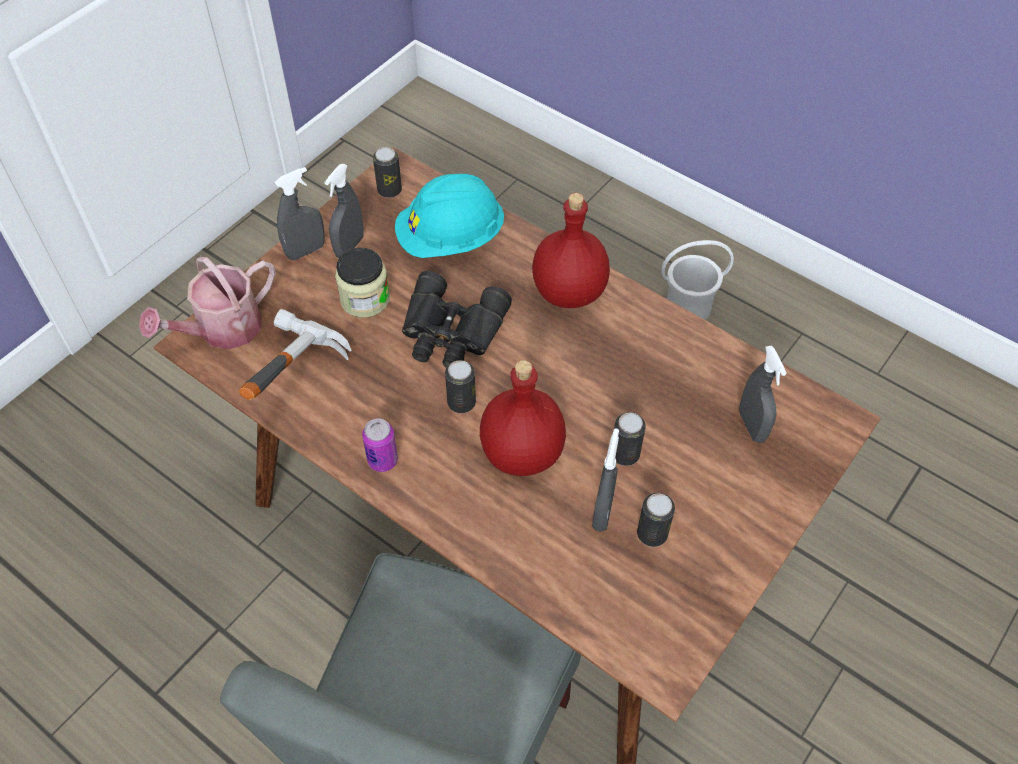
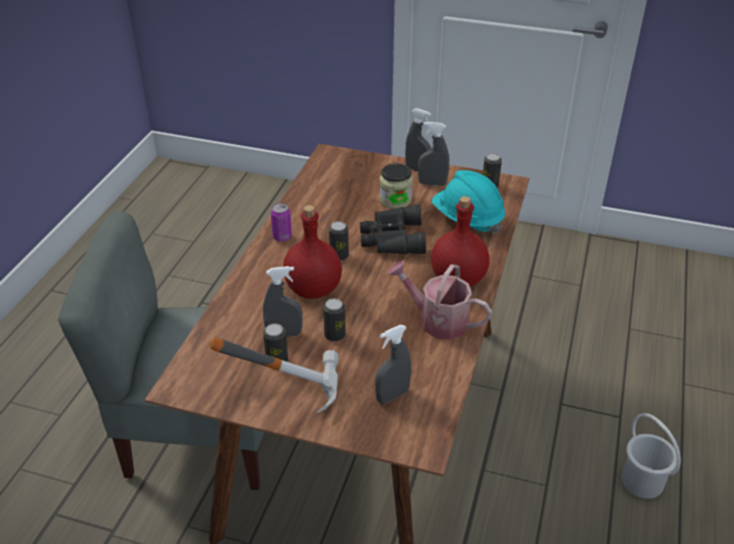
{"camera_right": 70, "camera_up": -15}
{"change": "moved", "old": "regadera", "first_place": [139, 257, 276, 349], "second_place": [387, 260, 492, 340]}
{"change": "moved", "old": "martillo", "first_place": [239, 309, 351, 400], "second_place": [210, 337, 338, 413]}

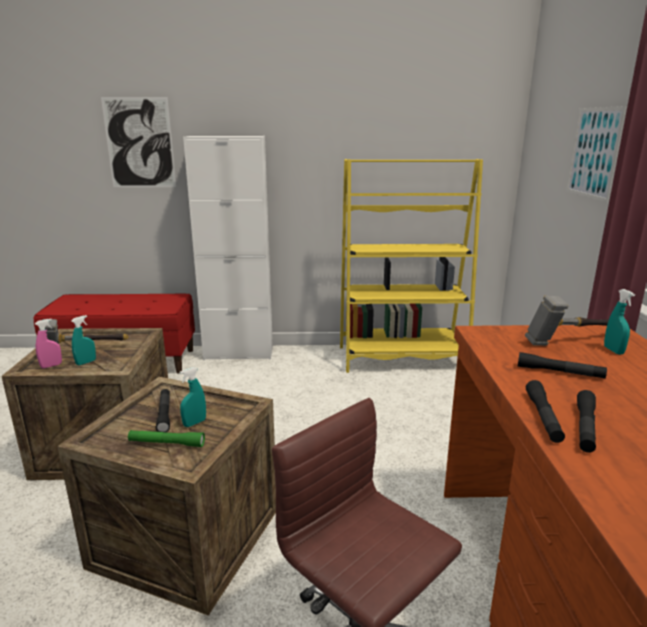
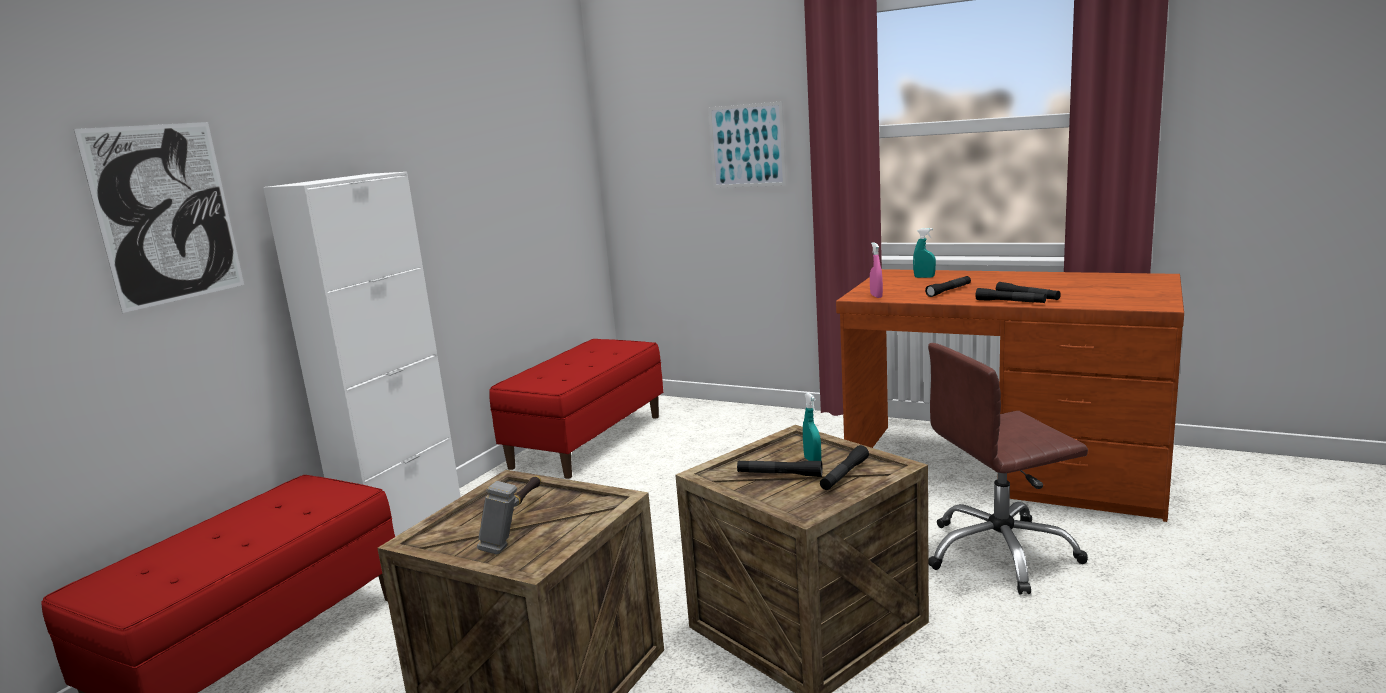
{"camera_right": -60, "camera_up": -5}
{"change": "replaced", "old": "estantería [amarillo]", "new": "banco [rojo]", "first_place": [340, 159, 483, 373], "second_place": [489, 339, 663, 479]}
{"change": "removed", "old": "martillo", "first_place": [525, 295, 609, 346]}
{"change": "removed", "old": "pulverizador [turquesa]", "first_place": [71, 315, 96, 365]}
{"change": "moved", "old": "pulverizador [rosa]", "first_place": [35, 319, 62, 368], "second_place": [870, 242, 883, 298]}
{"change": "recoloured", "old": "linterna [verde]", "new": "linterna [negro]", "first_place": [128, 430, 205, 447], "second_place": [820, 445, 869, 490]}

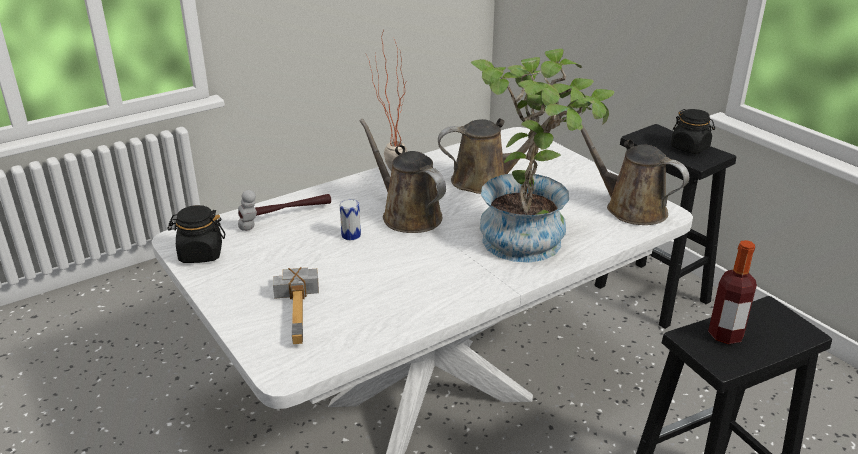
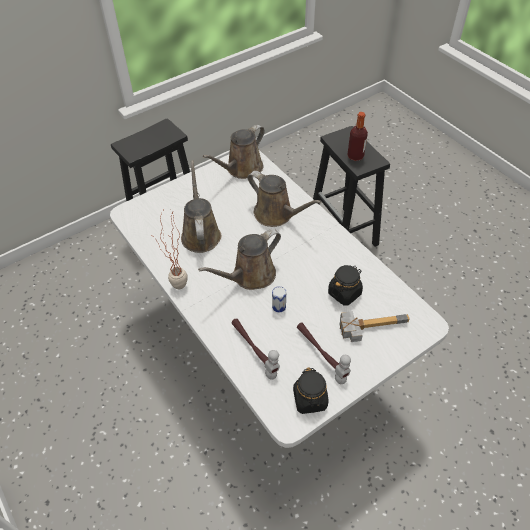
{"camera_right": -90, "camera_up": 20}
{"change": "replaced", "old": "planta en maceta", "new": "regadera [marrón]", "first_place": [471, 49, 615, 262], "second_place": [247, 171, 322, 227]}
{"change": "moved", "old": "tarro [negro]", "first_place": [671, 109, 715, 154], "second_place": [328, 265, 363, 306]}
{"change": "added", "new": "martillo", "second_place": [297, 322, 351, 384]}

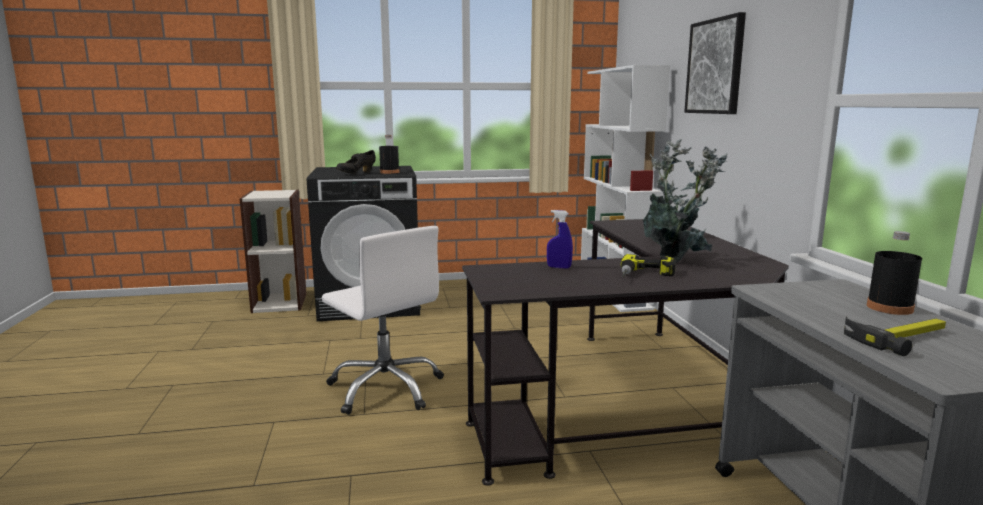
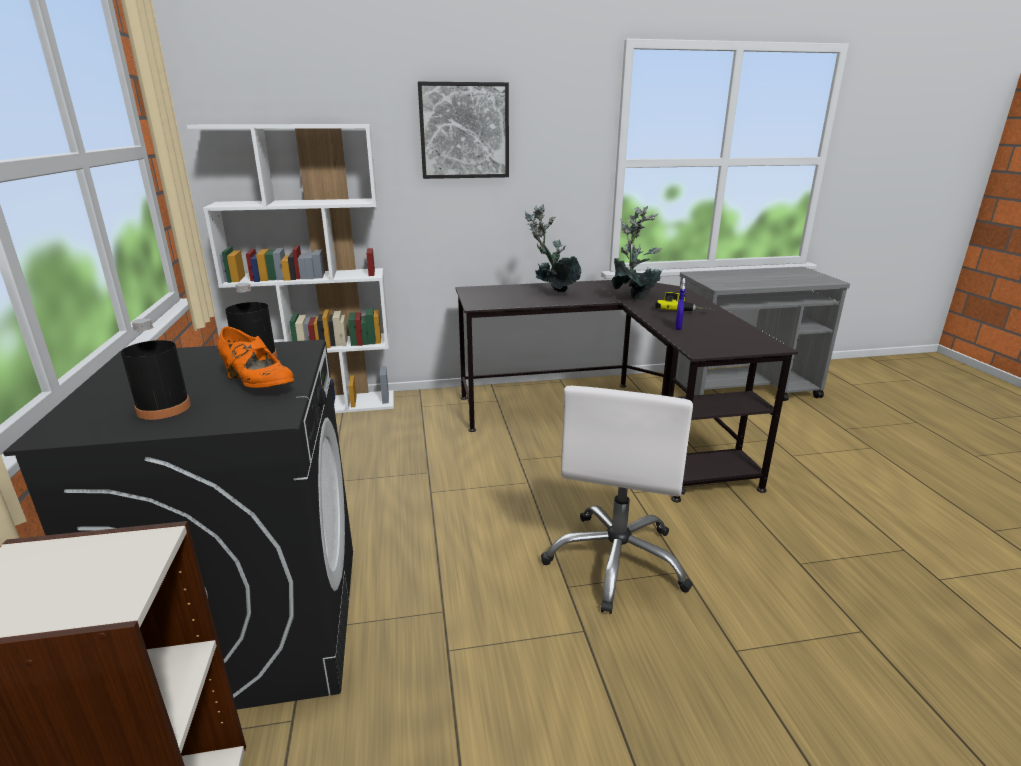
{"camera_right": -90, "camera_up": 10}
{"change": "recoloured", "old": "zapato [negro]", "new": "zapato [naranja]", "first_place": [336, 150, 376, 174], "second_place": [217, 327, 294, 388]}
{"change": "turned", "old": "silla de oficina [blanco]", "first_place": [322, 226, 444, 415], "second_place": [541, 386, 693, 614], "degrees": 150}
{"change": "moved", "old": "botella [negro]", "first_place": [867, 231, 922, 315], "second_place": [121, 318, 191, 420]}
{"change": "removed", "old": "martillo", "first_place": [844, 316, 946, 356]}

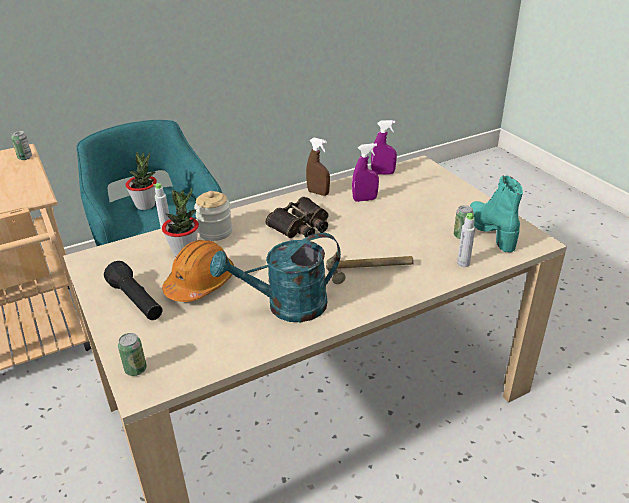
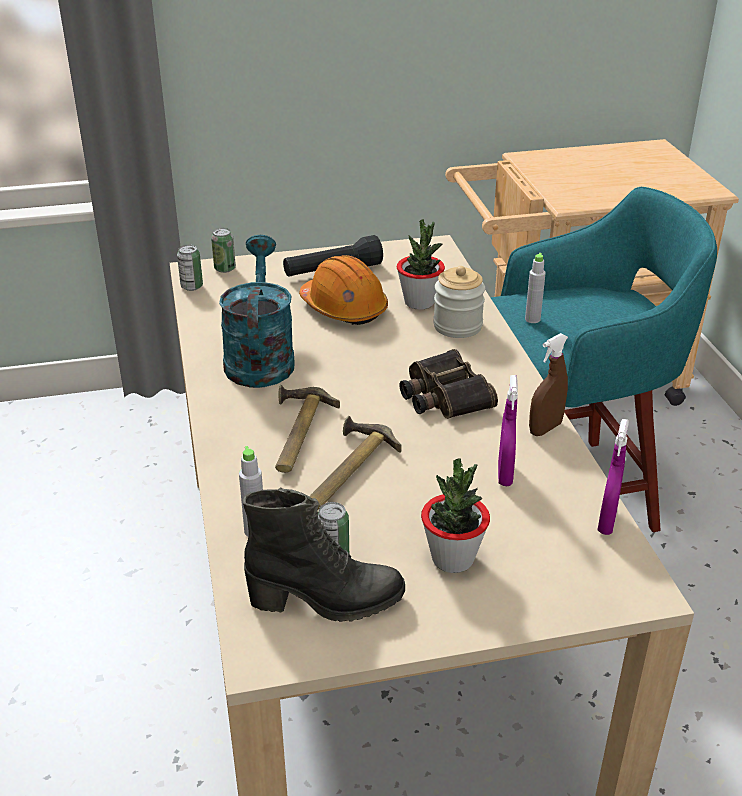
{"camera_right": 105, "camera_up": 0}
{"change": "moved", "old": "lata", "first_place": [11, 131, 32, 160], "second_place": [177, 245, 203, 291]}
{"change": "moved", "old": "planta en maceta", "first_place": [126, 152, 157, 210], "second_place": [421, 458, 490, 573]}
{"change": "recoloured", "old": "bota [turquesa]", "new": "bota [negro]", "first_place": [470, 176, 523, 252], "second_place": [243, 487, 405, 622]}
{"change": "added", "new": "martillo", "second_place": [309, 416, 402, 509]}

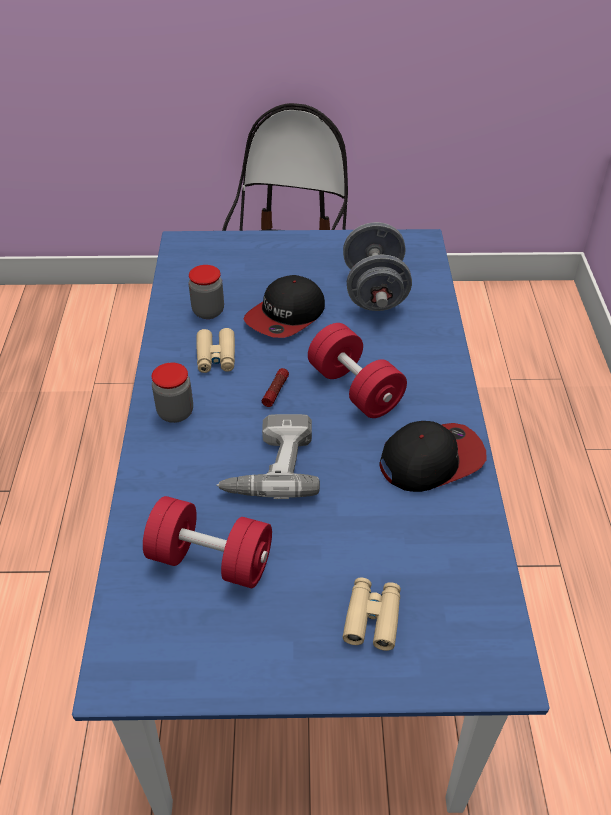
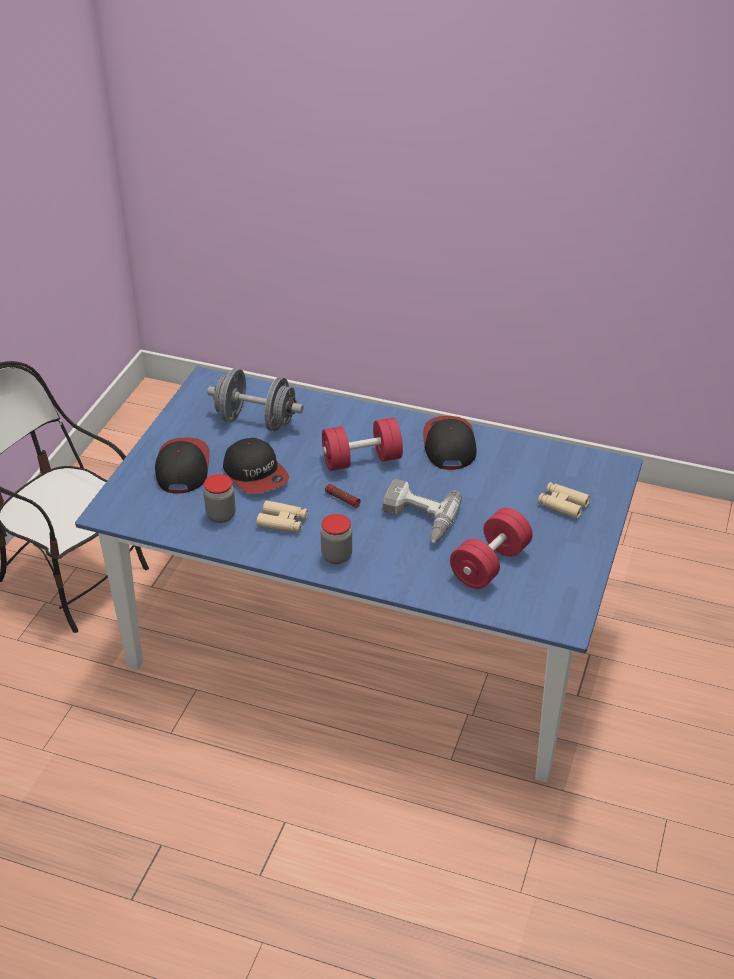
{"camera_right": -70, "camera_up": -5}
{"change": "added", "new": "gorra", "second_place": [155, 437, 209, 494]}

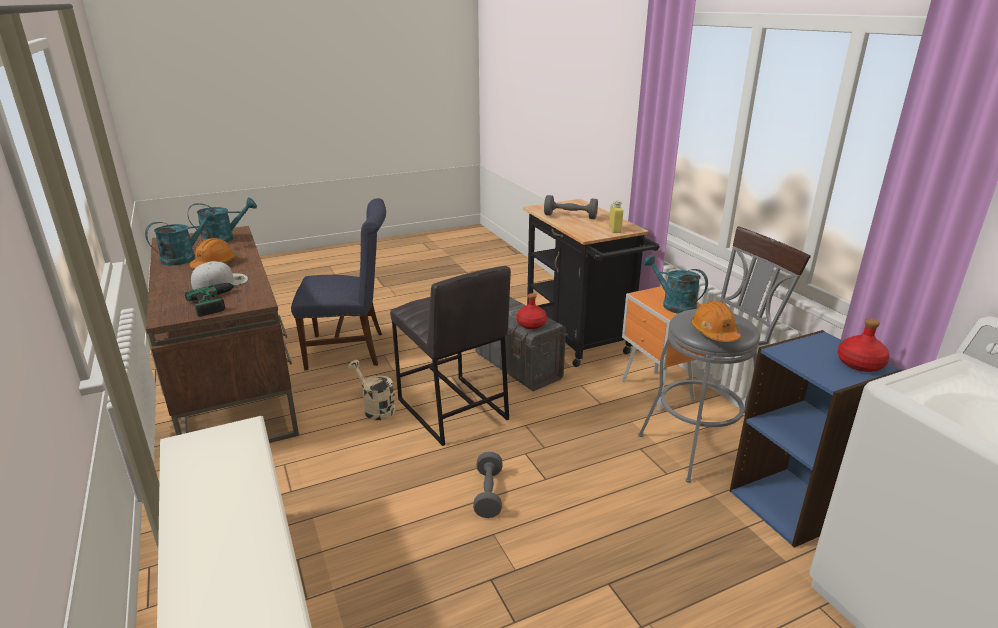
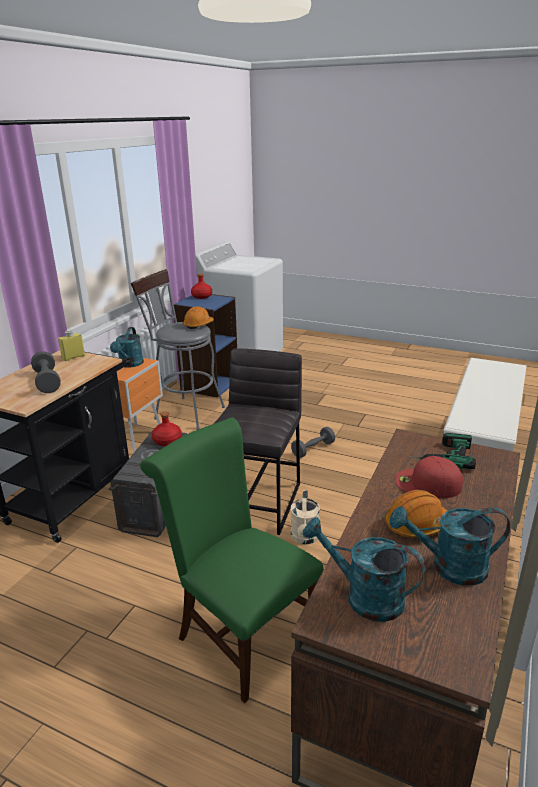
{"camera_right": -130, "camera_up": 0}
{"change": "recoloured", "old": "silla [azul]", "new": "silla [verde]", "first_place": [291, 198, 386, 370], "second_place": [140, 417, 323, 703]}
{"change": "recoloured", "old": "gorra [blanco]", "new": "gorra [rojo]", "first_place": [191, 261, 248, 290], "second_place": [395, 456, 463, 498]}

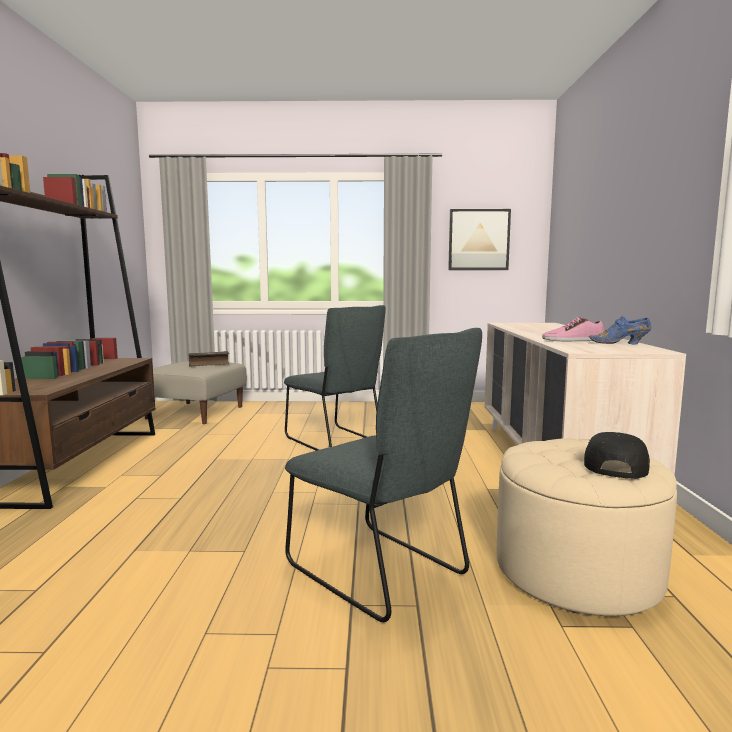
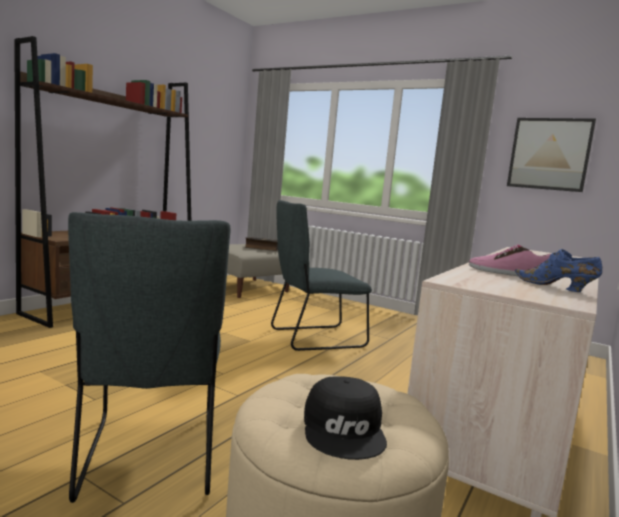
{"camera_right": 30, "camera_up": 0}
{"change": "turned", "old": "silla [gris]", "first_place": [284, 305, 386, 451], "second_place": [271, 200, 372, 351], "degrees": 75}
{"change": "turned", "old": "gorra [negro]", "first_place": [584, 432, 650, 479], "second_place": [304, 376, 387, 460], "degrees": 120}

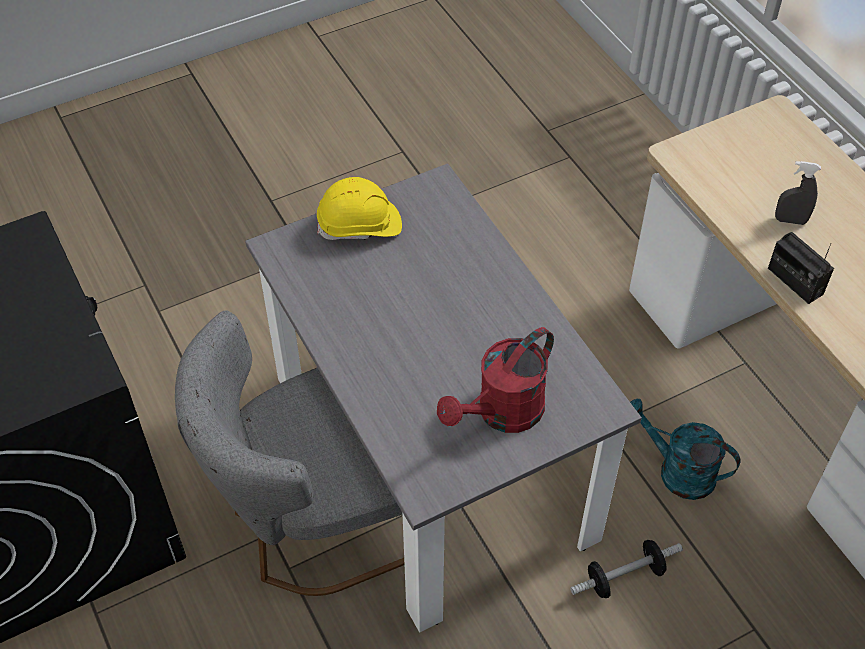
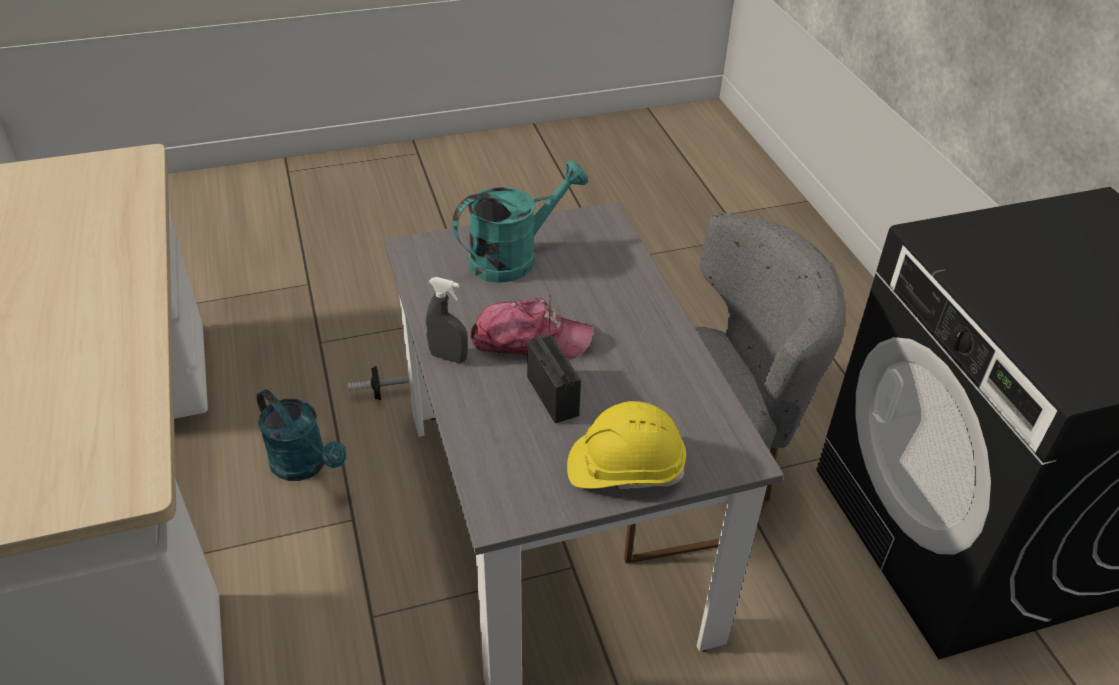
{"camera_right": -170, "camera_up": -10}
{"change": "moved", "old": "pulverizador [gris]", "first_place": [775, 161, 821, 225], "second_place": [426, 277, 468, 363]}
{"change": "moved", "old": "radio", "first_place": [768, 232, 834, 304], "second_place": [527, 294, 581, 423]}
{"change": "recoloured", "old": "regadera [rojo]", "new": "regadera [turquesa]", "first_place": [437, 327, 554, 433], "second_place": [453, 161, 588, 283]}
{"change": "added", "new": "gorra", "second_place": [470, 298, 593, 359]}

